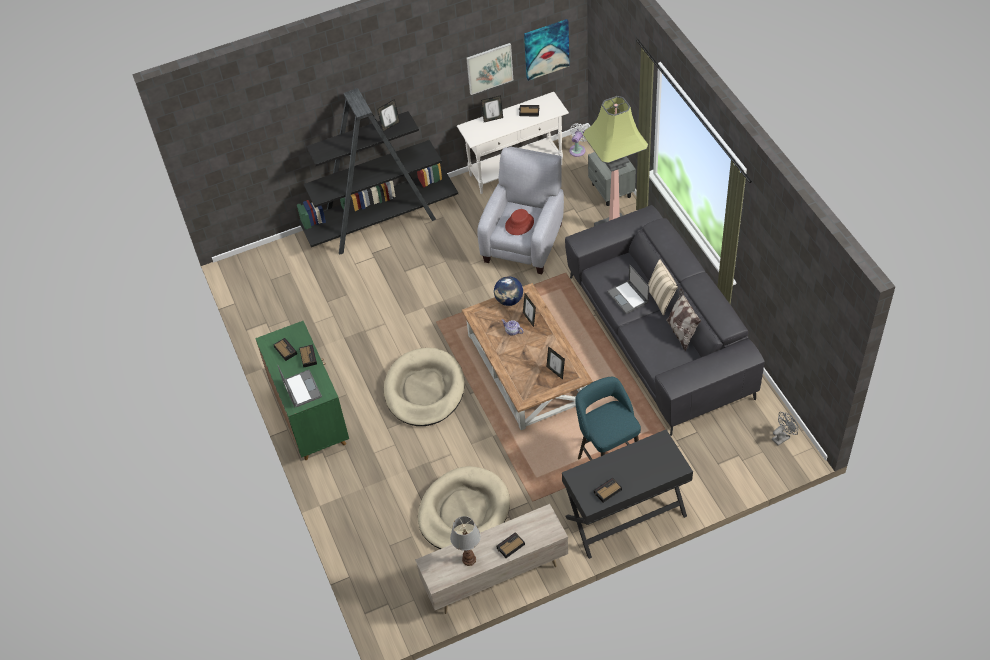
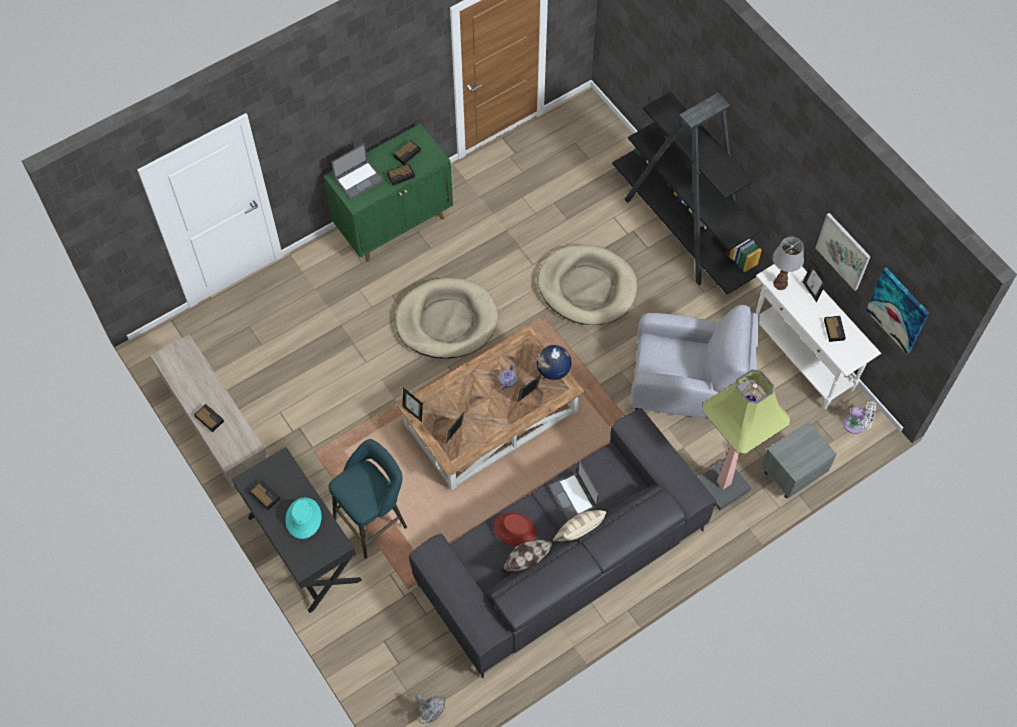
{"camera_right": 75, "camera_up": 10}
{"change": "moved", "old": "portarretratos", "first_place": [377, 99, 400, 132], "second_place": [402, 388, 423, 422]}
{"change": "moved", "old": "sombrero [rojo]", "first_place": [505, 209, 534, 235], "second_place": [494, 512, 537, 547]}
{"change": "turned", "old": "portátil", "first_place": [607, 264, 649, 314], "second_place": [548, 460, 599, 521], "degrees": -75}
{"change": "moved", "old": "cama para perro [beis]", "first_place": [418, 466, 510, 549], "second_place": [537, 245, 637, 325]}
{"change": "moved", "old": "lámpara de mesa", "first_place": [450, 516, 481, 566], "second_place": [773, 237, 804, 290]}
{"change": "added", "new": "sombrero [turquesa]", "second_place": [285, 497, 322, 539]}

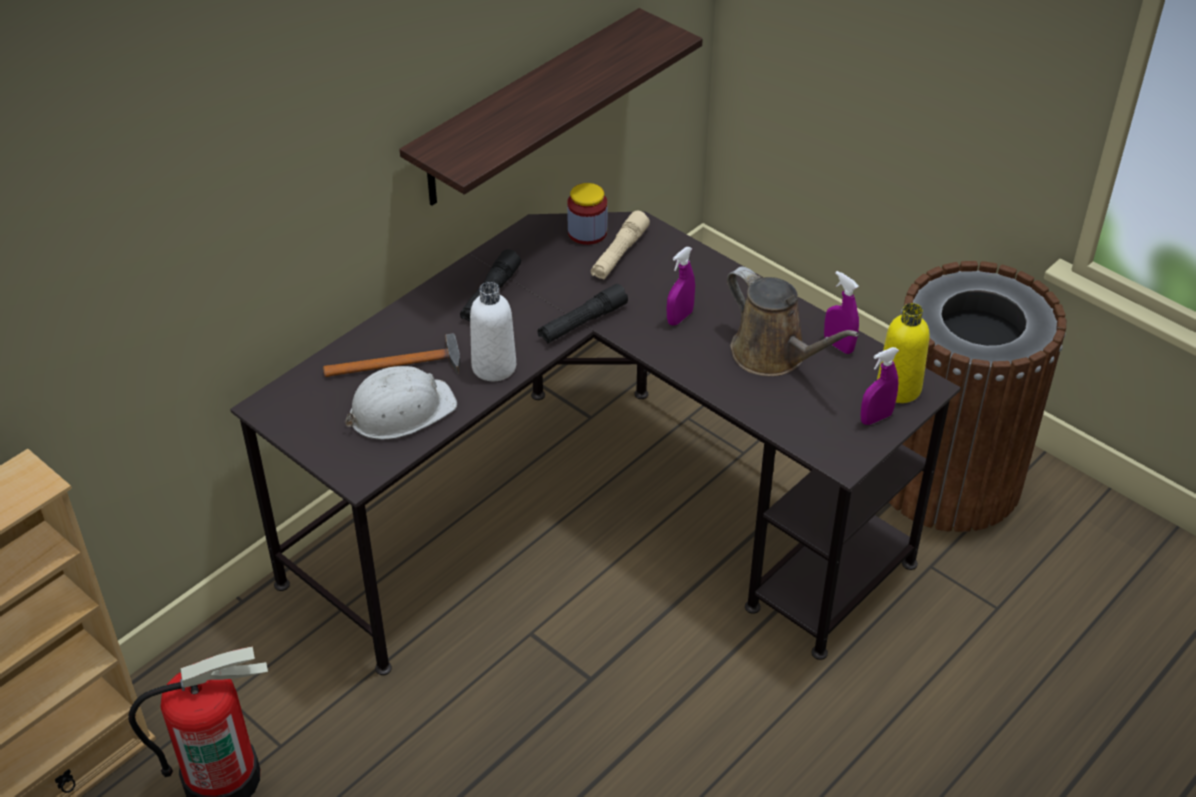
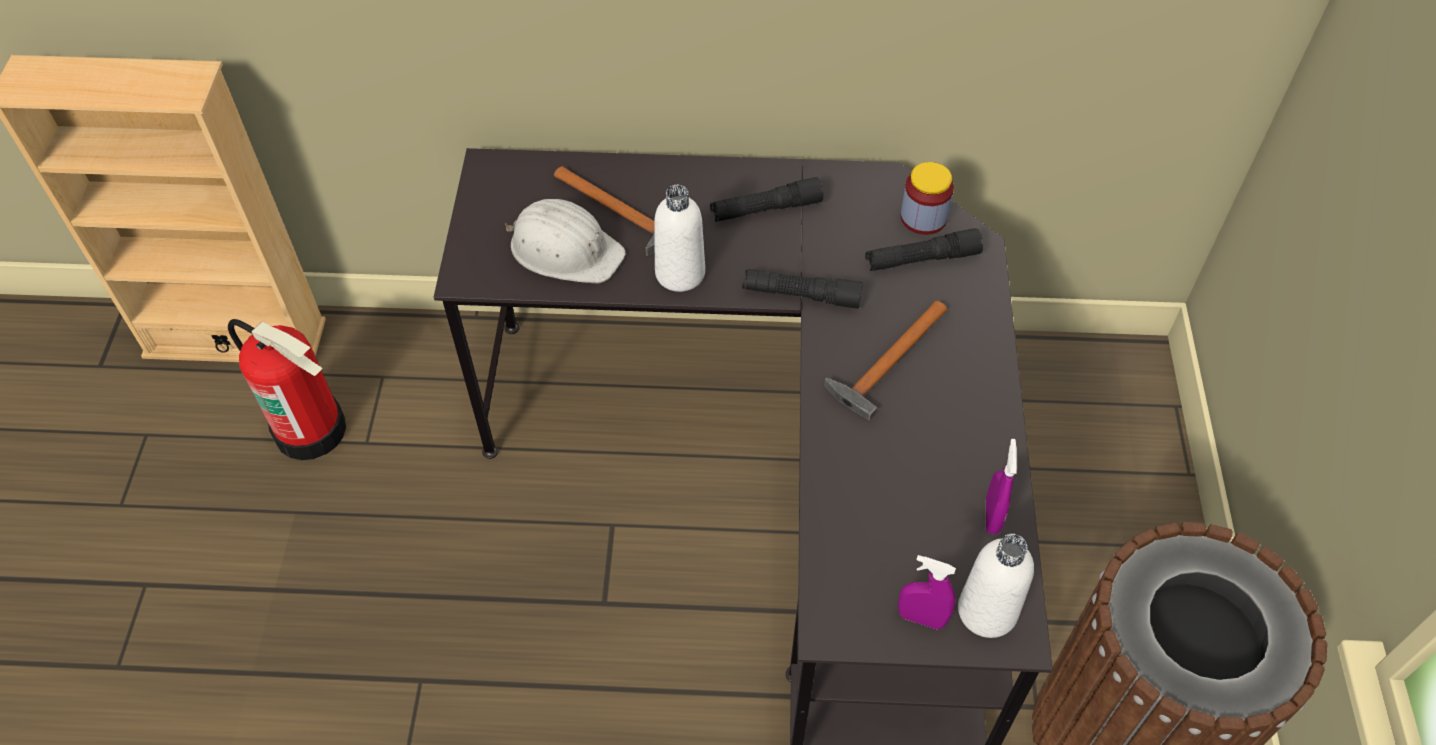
{"camera_right": 50, "camera_up": 10}
{"change": "removed", "old": "estante", "first_place": [399, 8, 703, 206]}
{"change": "recoloured", "old": "linterna [beis]", "new": "linterna [negro]", "first_place": [591, 211, 650, 280], "second_place": [865, 228, 983, 271]}
{"change": "replaced", "old": "pulverizador [morado]", "new": "martillo", "first_place": [667, 247, 695, 326], "second_place": [825, 301, 947, 420]}
{"change": "removed", "old": "regadera [marrón]", "first_place": [727, 267, 859, 376]}
{"change": "recoloured", "old": "botella [amarillo]", "new": "botella [blanco]", "first_place": [877, 303, 930, 403], "second_place": [958, 534, 1034, 638]}

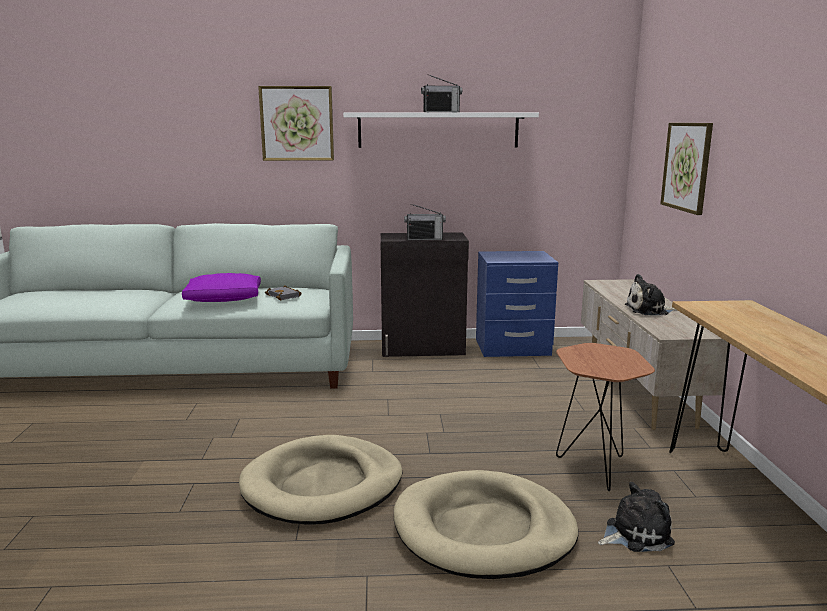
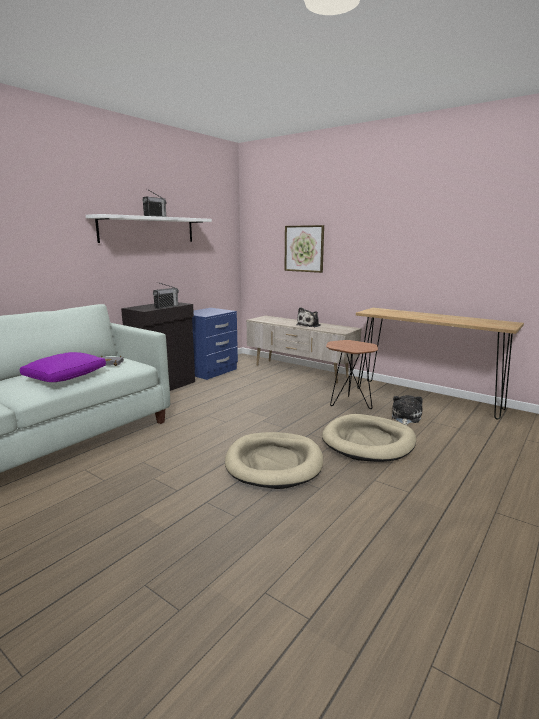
{"camera_right": -50, "camera_up": 0}
{"change": "removed", "old": "cuadro", "first_place": [258, 86, 334, 161]}

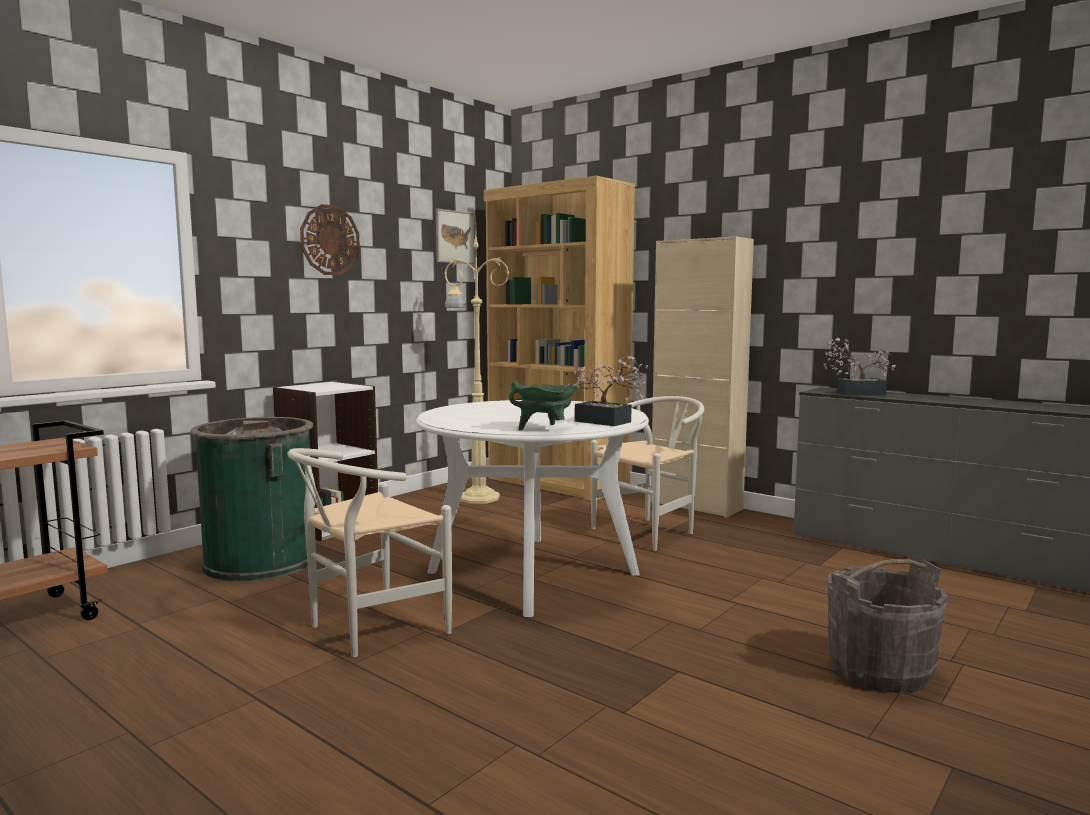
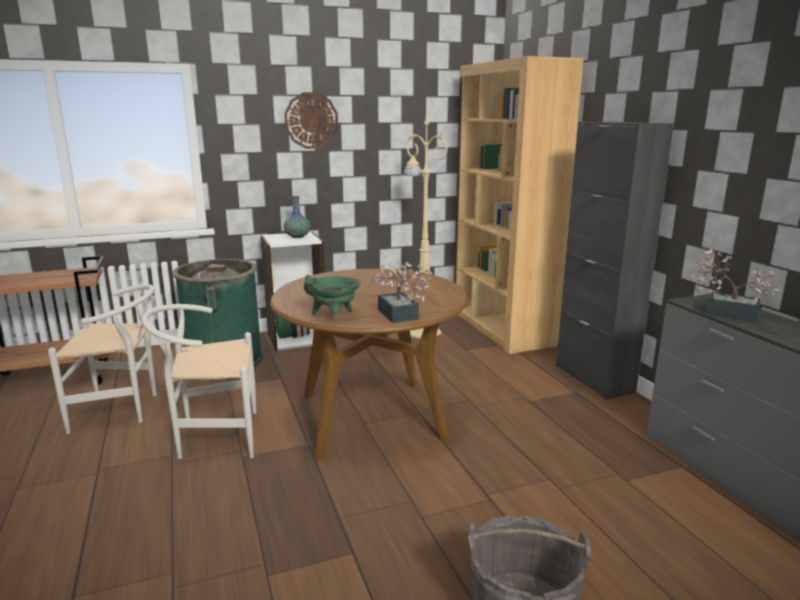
{"camera_right": 30, "camera_up": 10}
{"change": "removed", "old": "cuadro", "first_place": [436, 208, 475, 264]}
{"change": "recoloured", "old": "armario [beis]", "new": "armario [negro]", "first_place": [651, 236, 754, 518], "second_place": [556, 122, 674, 399]}
{"change": "moved", "old": "silla [blanco]", "first_place": [591, 396, 704, 551], "second_place": [48, 284, 157, 434]}
{"change": "recoloured", "old": "mesa de comedor [blanco]", "new": "mesa de comedor [marrón]", "first_place": [416, 400, 649, 617], "second_place": [270, 269, 468, 461]}
{"change": "added", "new": "florero", "second_place": [284, 196, 311, 238]}

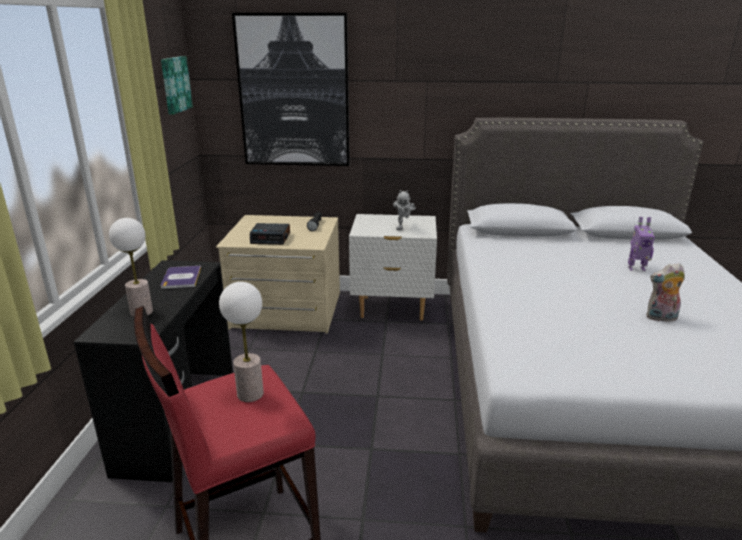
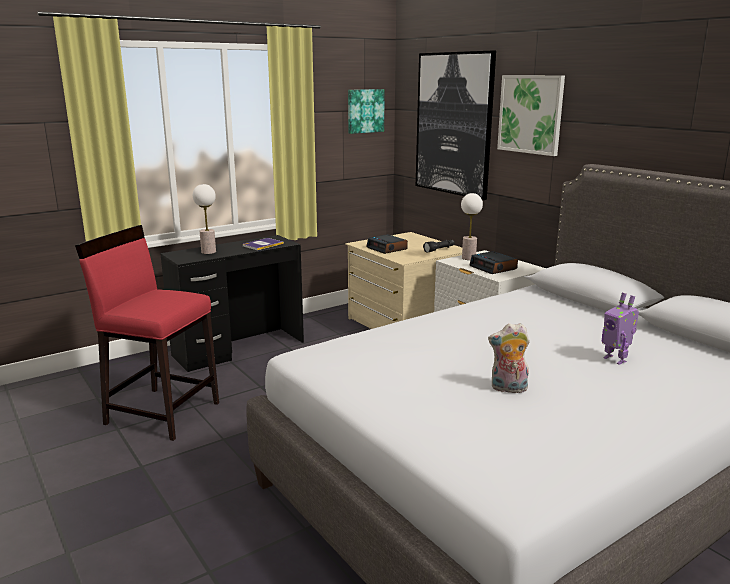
{"camera_right": 50, "camera_up": -5}
{"change": "replaced", "old": "robot de juguete", "new": "despertador", "first_place": [393, 190, 416, 230], "second_place": [470, 251, 518, 274]}
{"change": "turned", "old": "peluche", "first_place": [646, 263, 685, 322], "second_place": [488, 323, 530, 393], "degrees": -45}
{"change": "moved", "old": "lámpara de mesa", "first_place": [219, 282, 264, 402], "second_place": [461, 193, 483, 260]}
{"change": "added", "new": "cuadro", "second_place": [497, 75, 565, 156]}

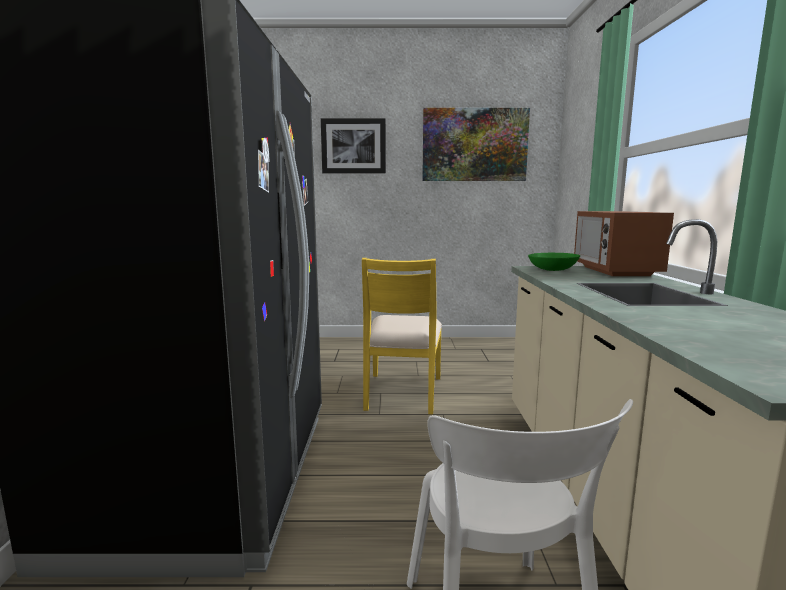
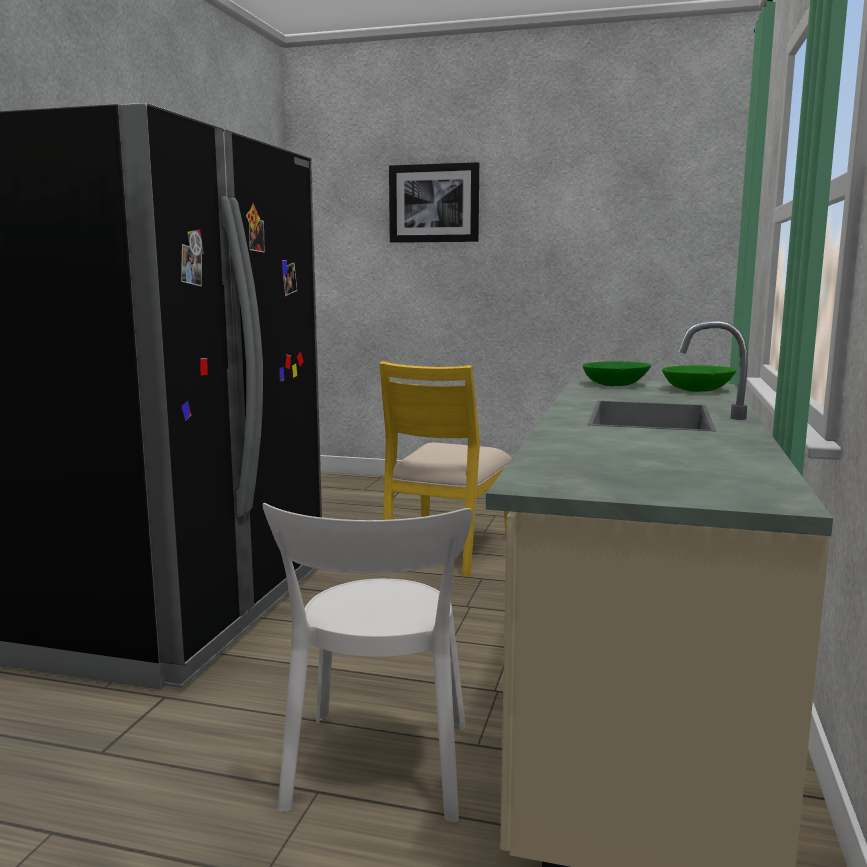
{"camera_right": 15, "camera_up": 0}
{"change": "removed", "old": "cuadro", "first_place": [422, 108, 530, 181]}
{"change": "replaced", "old": "microondas", "new": "cuenco [verde]", "first_place": [574, 211, 674, 276], "second_place": [662, 365, 737, 392]}

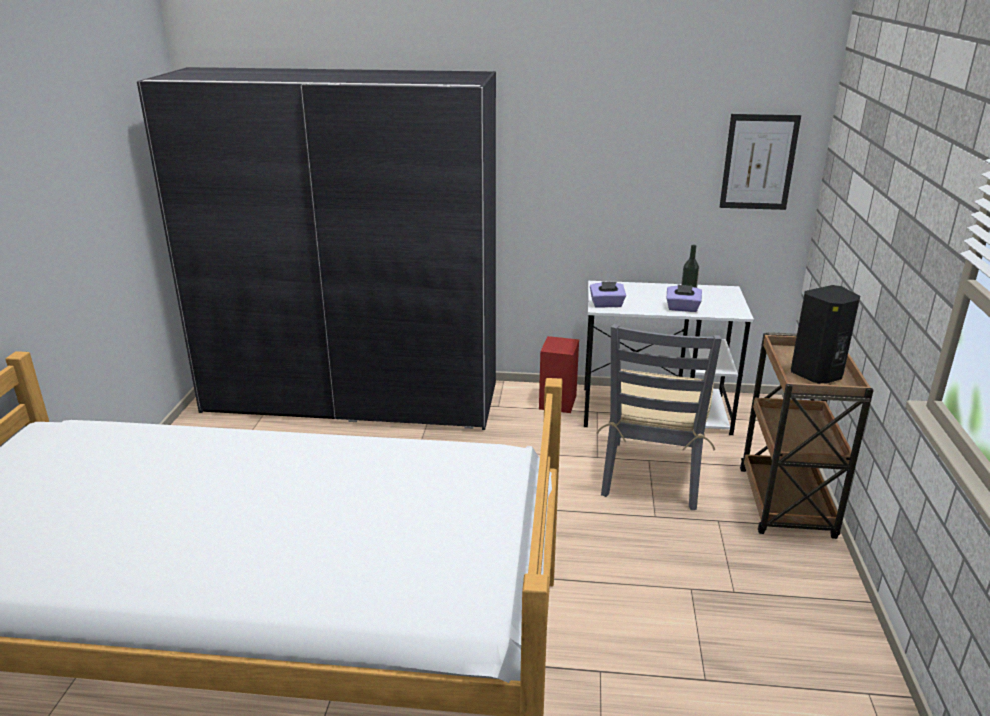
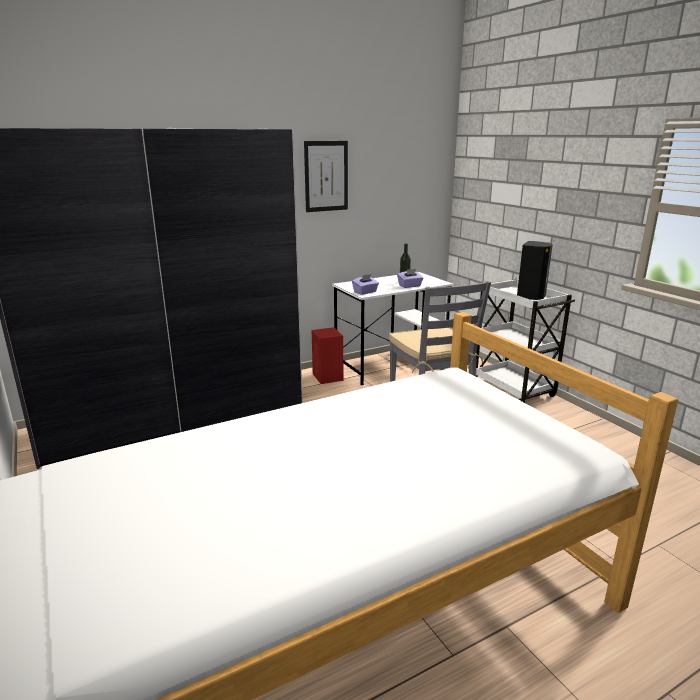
{"camera_right": -35, "camera_up": -5}
{"change": "moved", "old": "cuadro", "first_place": [720, 114, 801, 210], "second_place": [304, 141, 348, 212]}
{"change": "recoloured", "old": "carrito [marrón]", "new": "carrito [blanco]", "first_place": [740, 332, 874, 539], "second_place": [476, 279, 575, 403]}

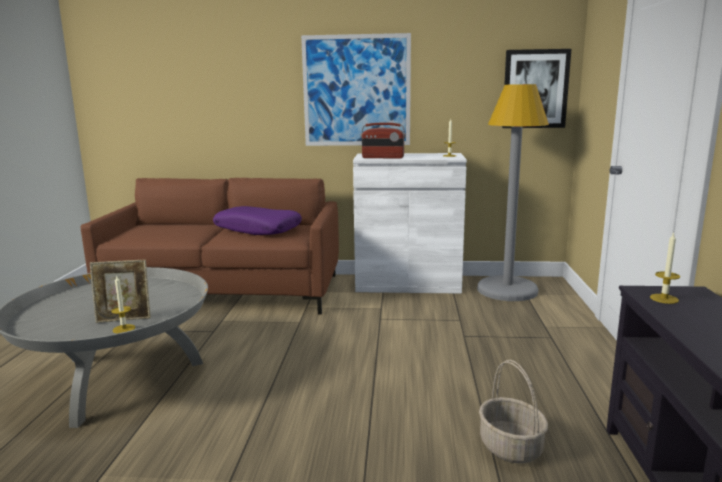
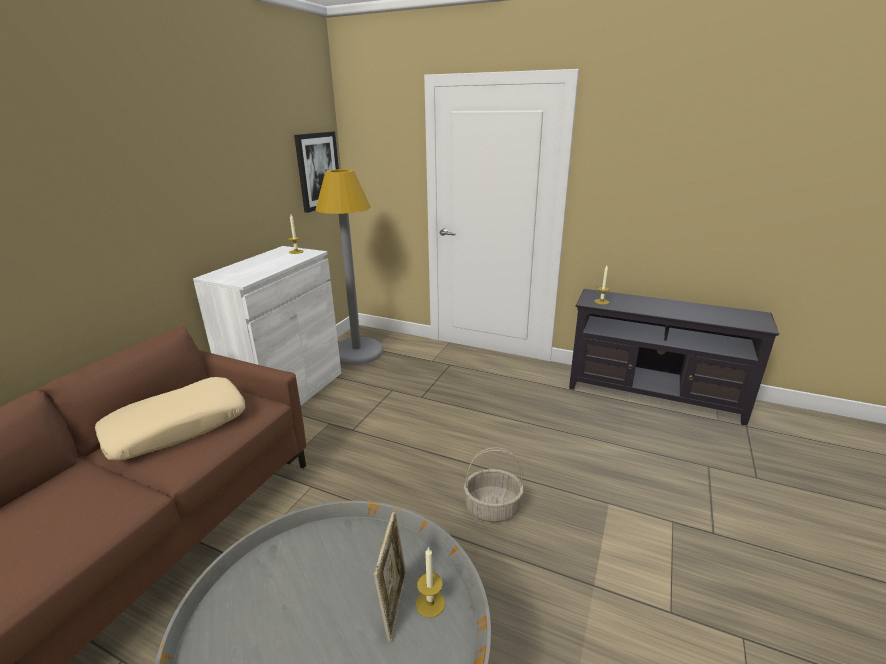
{"camera_right": -70, "camera_up": 10}
{"change": "removed", "old": "cuadro", "first_place": [301, 33, 411, 146]}
{"change": "removed", "old": "radio", "first_place": [361, 123, 406, 159]}
{"change": "recoloured", "old": "cojín [morado]", "new": "cojín [beis]", "first_place": [213, 206, 302, 235], "second_place": [95, 377, 245, 461]}
{"change": "moved", "old": "cesta", "first_place": [479, 360, 548, 464], "second_place": [464, 448, 524, 522]}

